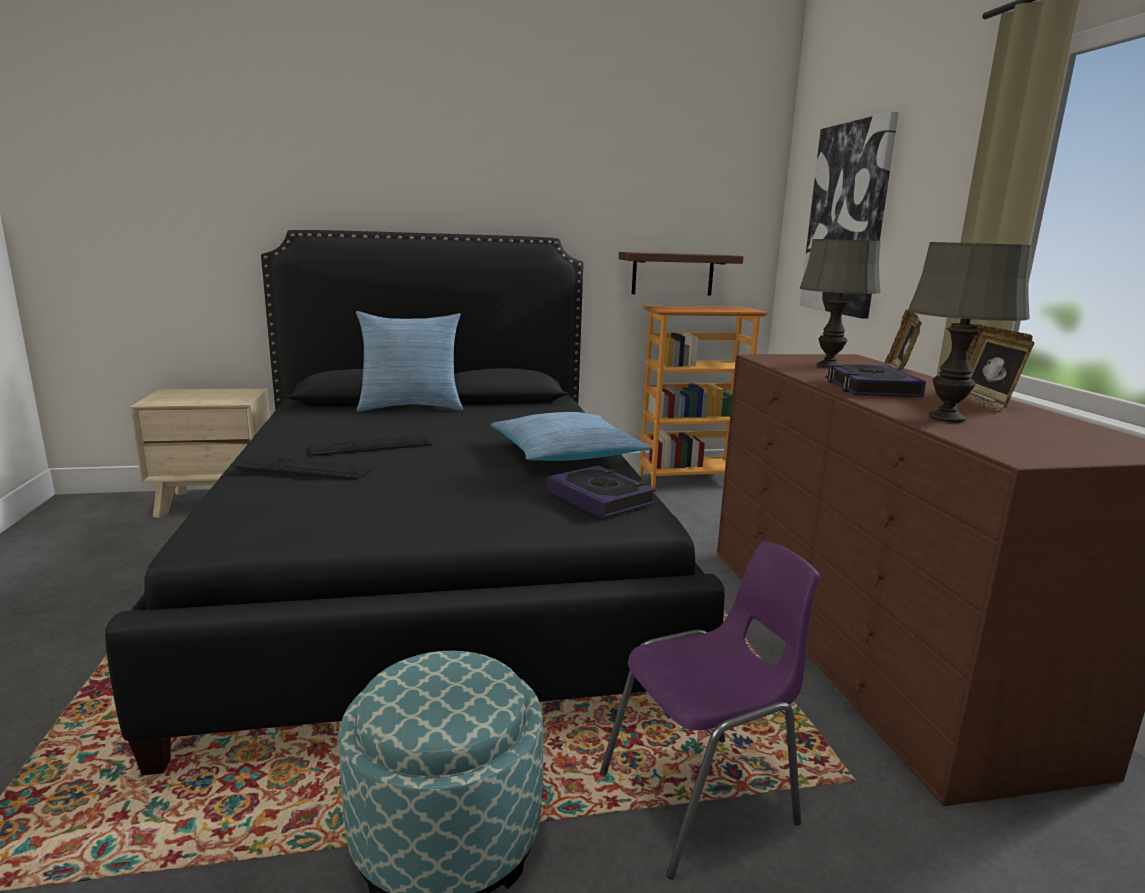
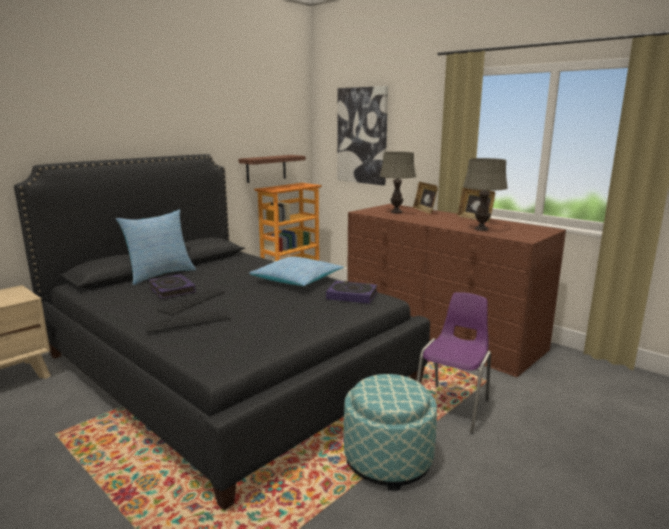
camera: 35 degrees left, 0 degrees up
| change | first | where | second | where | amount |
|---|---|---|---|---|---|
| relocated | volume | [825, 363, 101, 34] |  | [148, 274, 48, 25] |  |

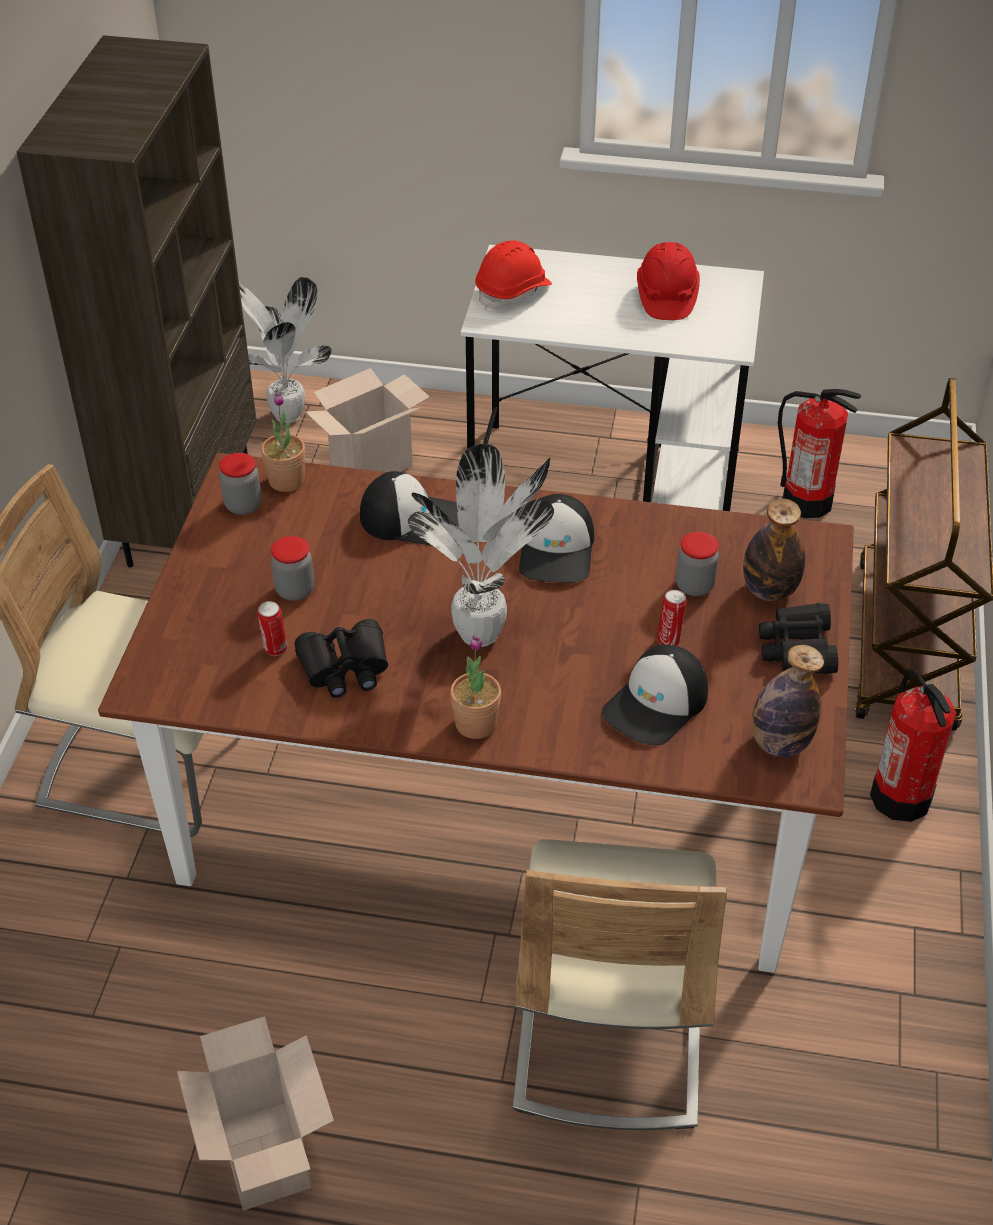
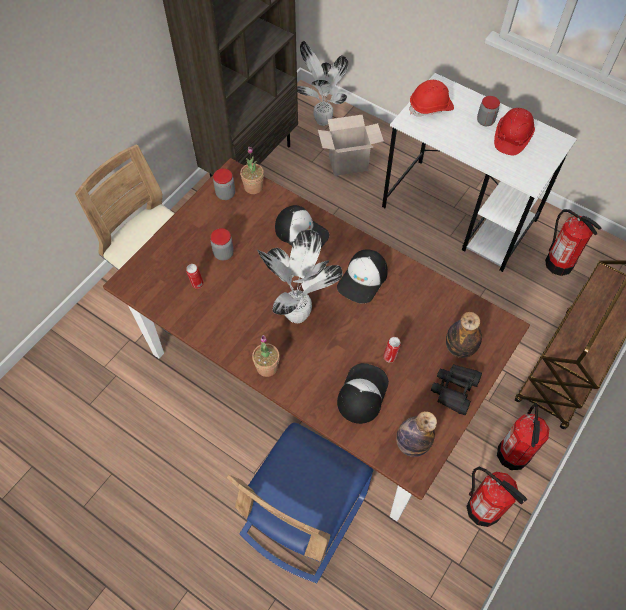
camera: 25 degrees right, 15 degrees up
| change | first | where | second | where | amount |
|---|---|---|---|---|---|
| missing | cardboard box | [177, 1016, 157, 195] |  |  |  |
| missing | black field glasses | [295, 619, 93, 79] |  |  |  |
| colour | beige-coloured plain chair | [513, 839, 214, 291] | bluish plain chair | [227, 423, 146, 160] |  |
| spun | baseball cap | [602, 645, 106, 100] |  | [337, 363, 52, 61] | 135 degrees clockwise |
| relocated | storage jar | [676, 532, 43, 64] |  | [477, 96, 23, 30] |  |
| appeared |  |  | fire extinguisher | [466, 467, 61, 60] |  |

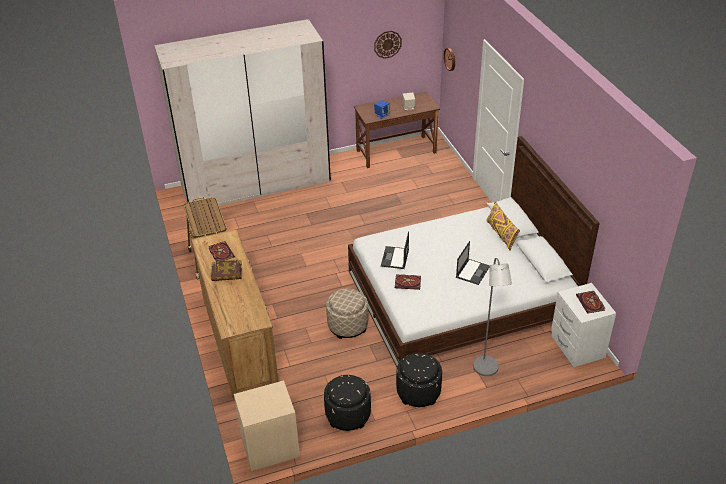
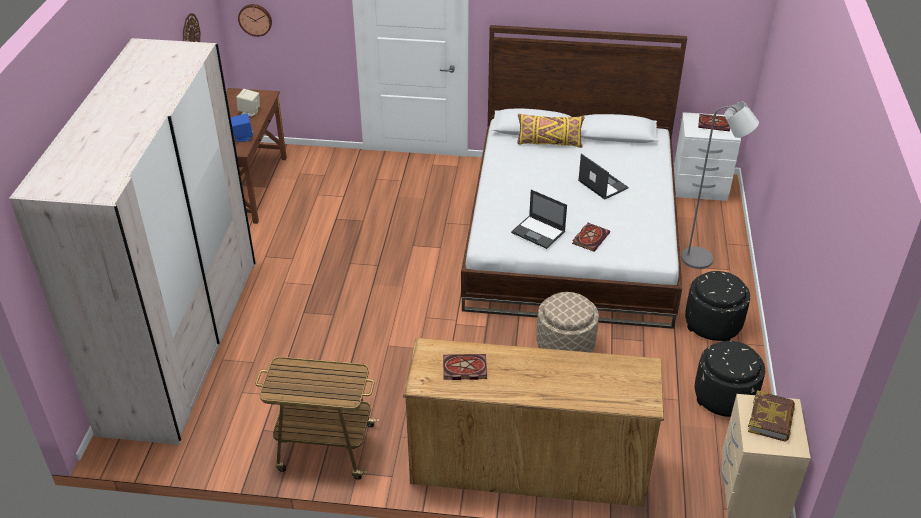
camera: 65 degrees left, 0 degrees up
| change | first | where | second | where | amount |
|---|---|---|---|---|---|
| relocated | volume | [211, 260, 31, 21] |  | [748, 390, 47, 52] |  |

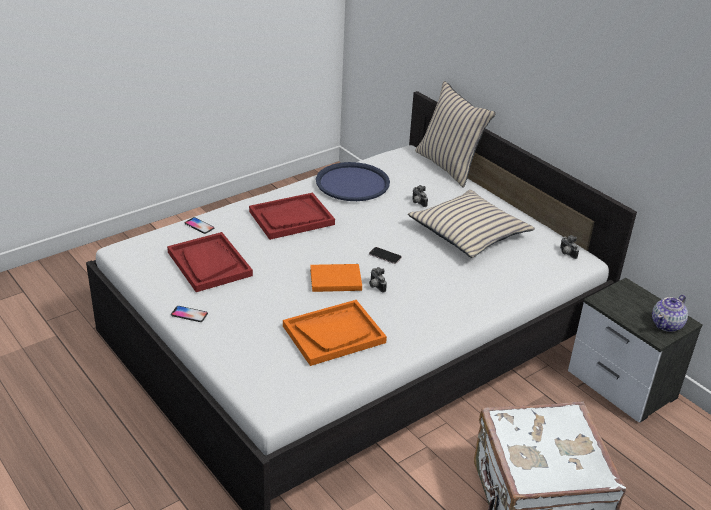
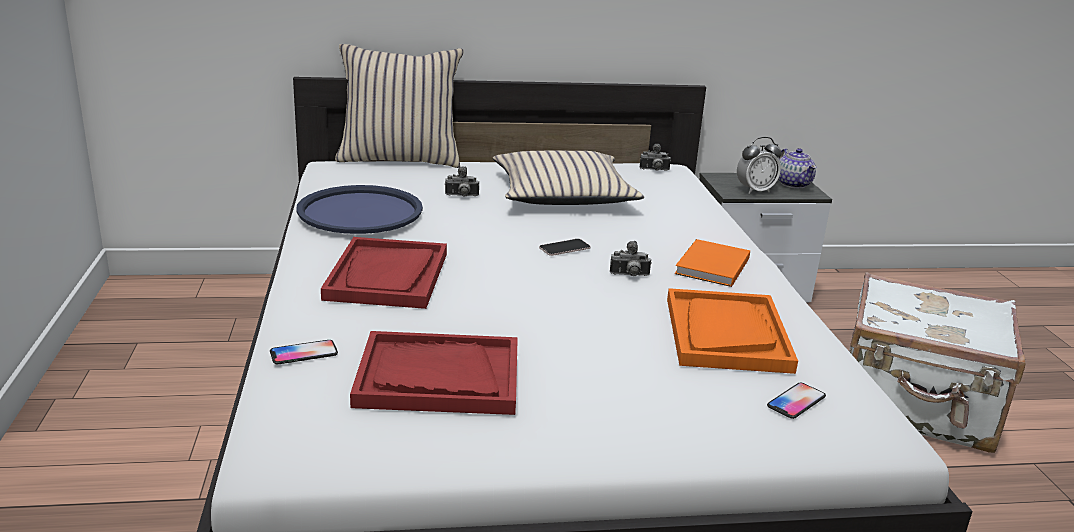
camera: 60 degrees left, 10 degrees down
| change | first | where | second | where | amount |
|---|---|---|---|---|---|
| relocated | telephone | [171, 306, 37, 16] |  | [767, 383, 59, 36] |  |
| relocated | orangey volume | [310, 264, 52, 28] |  | [675, 239, 75, 48] |  |
| appeared |  |  | alarm clock | [737, 137, 45, 57] |  |

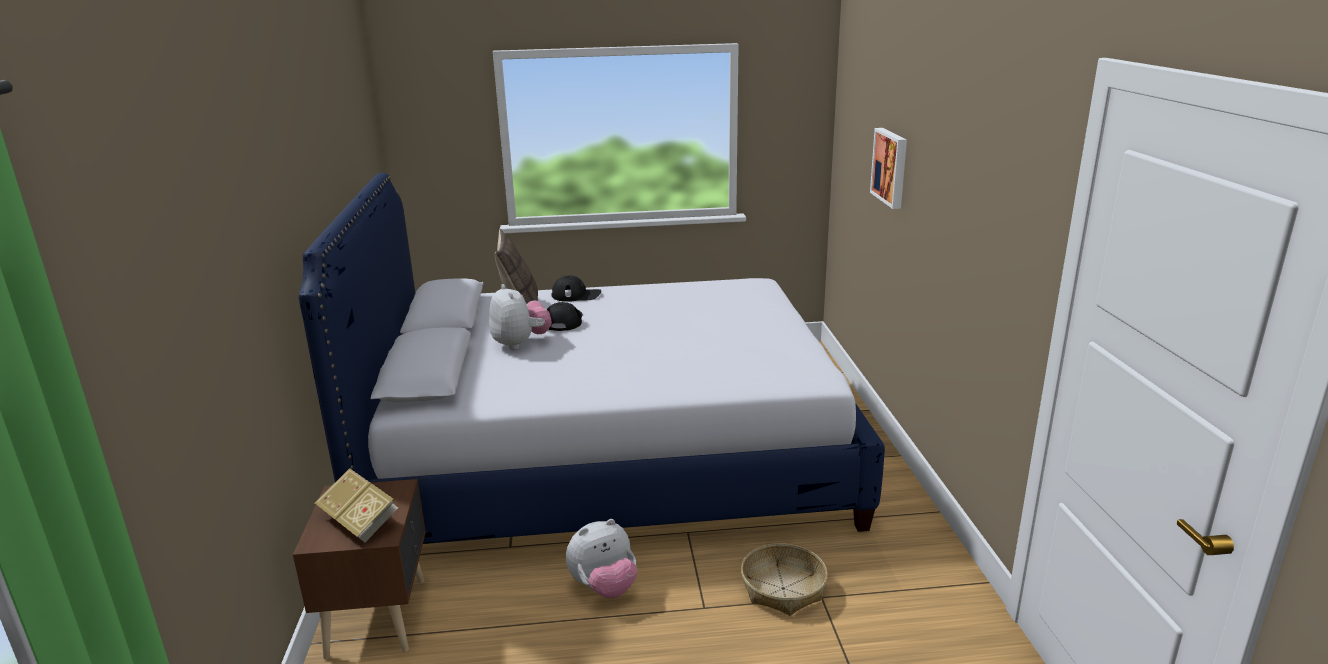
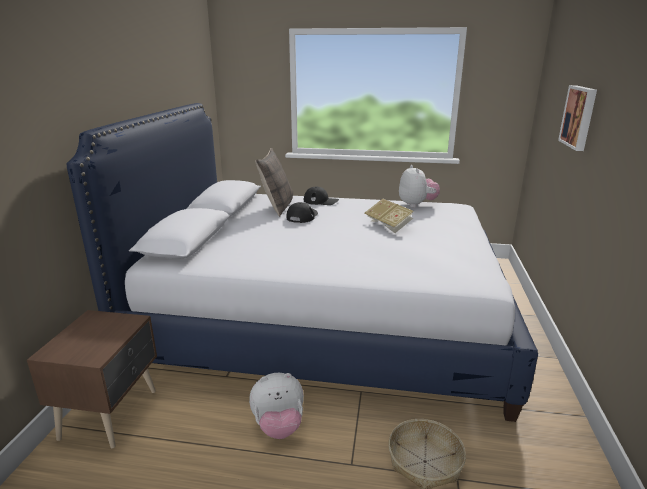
camera: 15 degrees right, 0 degrees up
| change | first | where | second | where | amount |
|---|---|---|---|---|---|
| relocated | volume | [315, 468, 83, 75] |  | [364, 199, 50, 34] |  |
| relocated | soft toy | [489, 284, 63, 66] |  | [399, 165, 41, 43] |  |

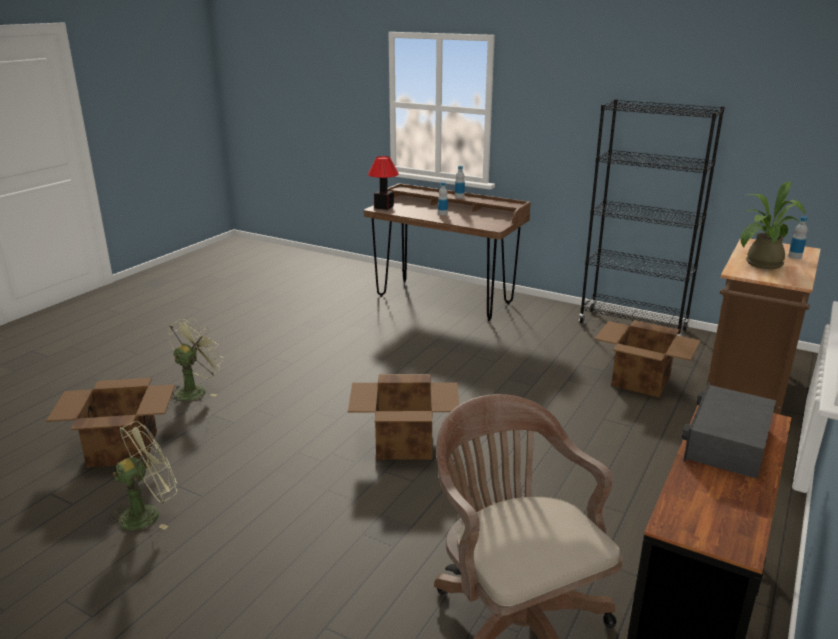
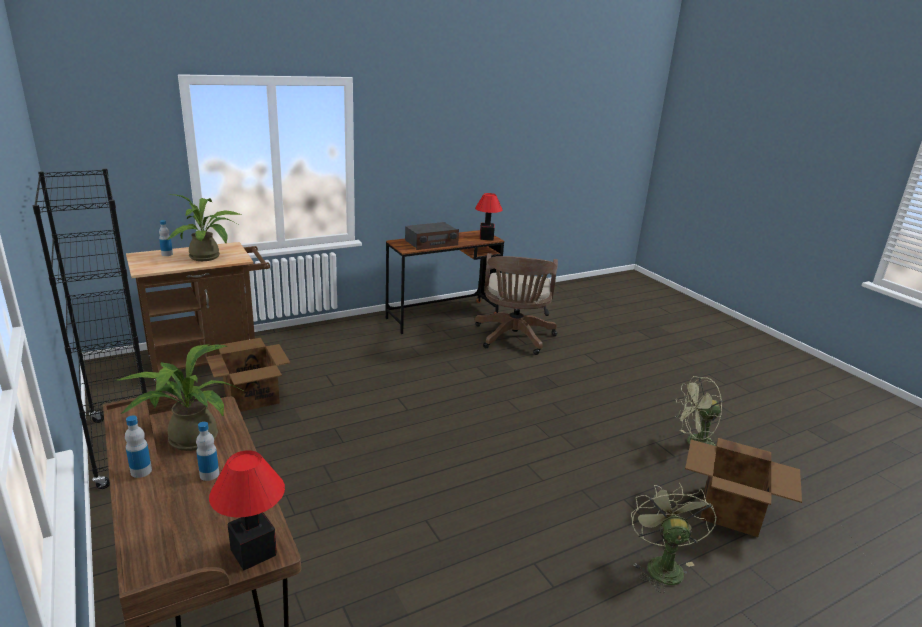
camera: 150 degrees left, 0 degrees up
| change | first | where | second | where | amount |
|---|---|---|---|---|---|
| spun | green electric fan | [168, 318, 56, 83] |  | [631, 483, 86, 110] | 120 degrees clockwise |
| missing | cardboard box | [348, 374, 112, 86] |  |  |  |
| appeared |  |  | houseplant | [117, 344, 126, 107] |  |
| appeared |  |  | lamp for a table | [475, 193, 28, 48] |  |

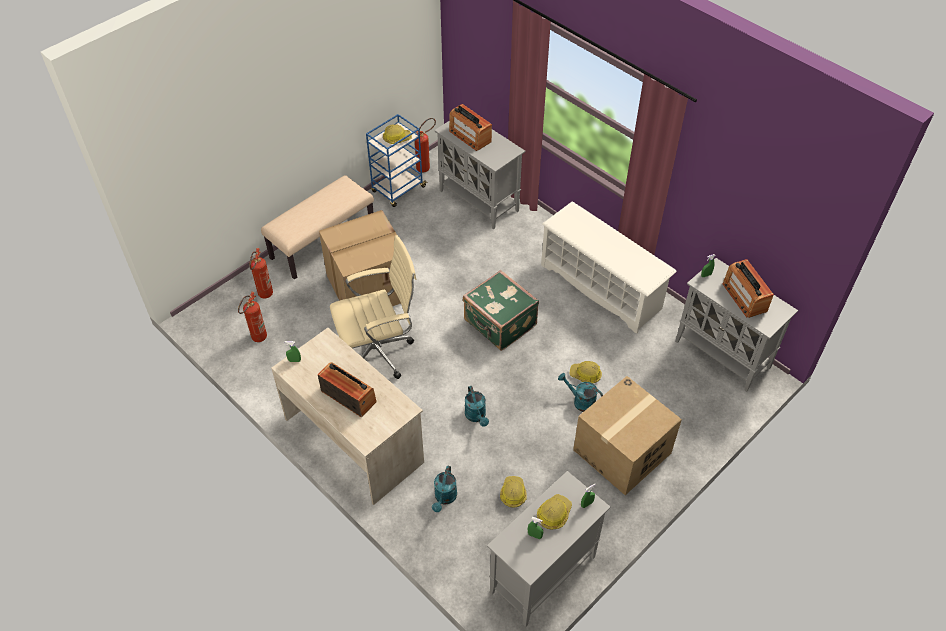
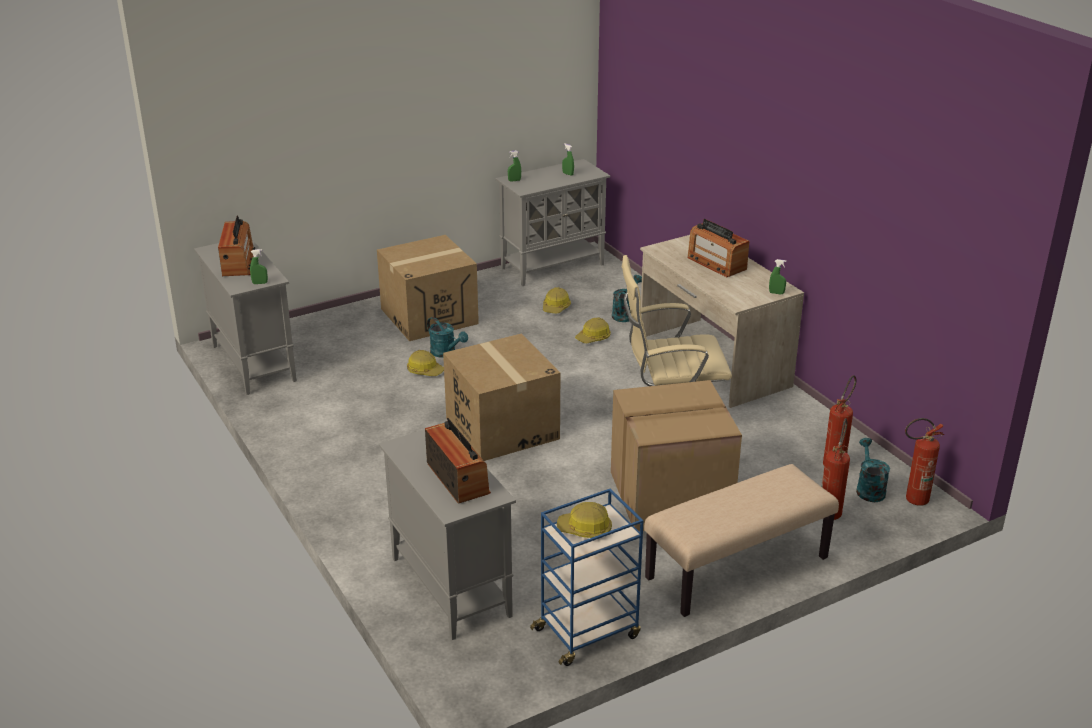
camera: 165 degrees left, 20 degrees down
| change | first | where | second | where | amount |
|---|---|---|---|---|---|
| relocated | fire extinguisher | [414, 118, 22, 54] |  | [905, 418, 39, 88] |  |
| exchanged | green travel case | [463, 270, 76, 81] | cardboard box | [443, 333, 117, 128] |  |
| relocated | blue-green watering can | [465, 386, 24, 41] |  | [856, 438, 34, 64] |  |
| relocated | work helmet | [537, 494, 35, 36] |  | [575, 317, 36, 26] |  |
| missing | white-coloured shoe rack | [541, 201, 136, 133] |  |  |  |

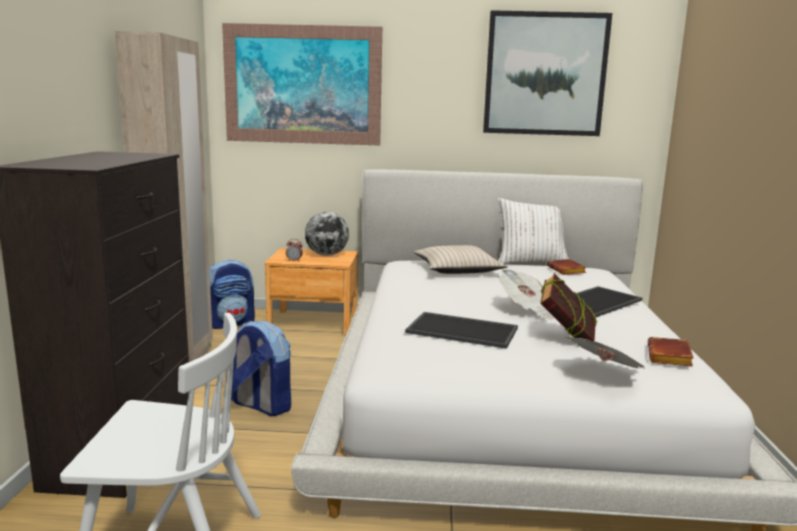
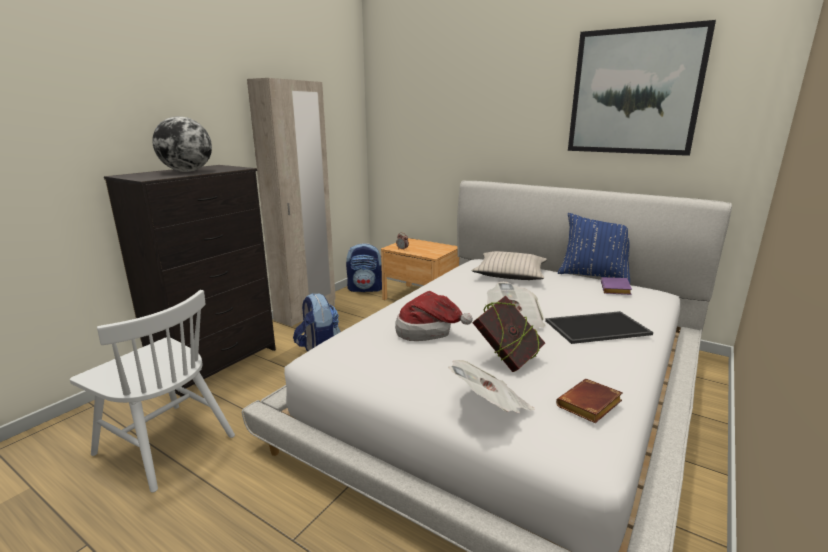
camera: 30 degrees right, 5 degrees up
| change | first | where | second | where | amount |
|---|---|---|---|---|---|
| missing | wall picture | [222, 23, 160, 122] |  |  |  |
| relocated | world globe | [305, 212, 44, 44] |  | [152, 116, 60, 56] |  |
| exchanged | tray | [405, 312, 113, 37] | clothing hat | [395, 291, 78, 50] |  |
| colour | white-coloured cushion | [498, 198, 70, 66] | bluish cushion | [558, 213, 72, 70] |  |
| colour | brown-coloured volume | [547, 259, 39, 16] | purplish volume | [601, 277, 31, 18] |  |

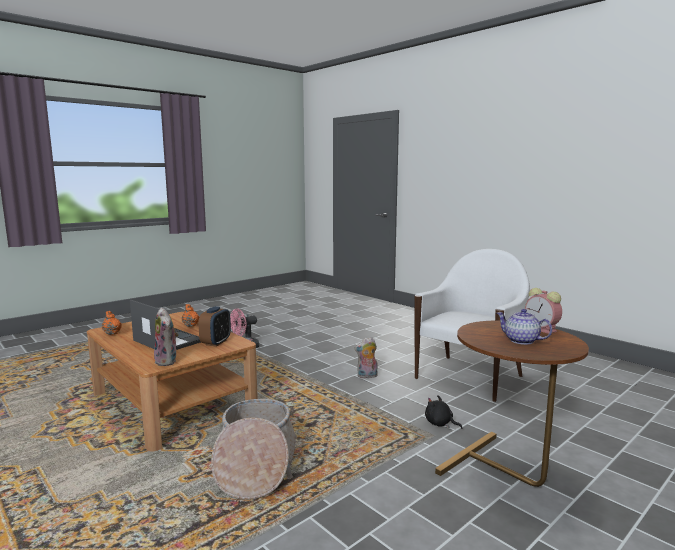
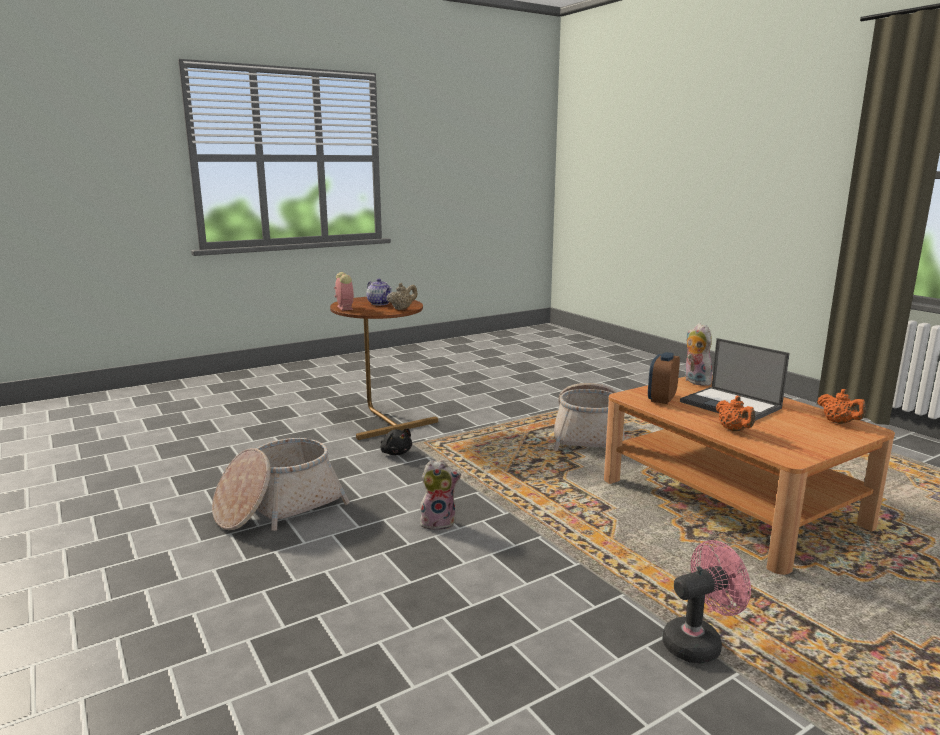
camera: 170 degrees left, 5 degrees up
| change | first | where | second | where | amount |
|---|---|---|---|---|---|
| exchanged | white-coloured lounge chair | [414, 249, 116, 153] | basket | [212, 438, 138, 93] |  |
| appeared |  |  | beige-coloured tea pot | [387, 283, 31, 27] |  |

